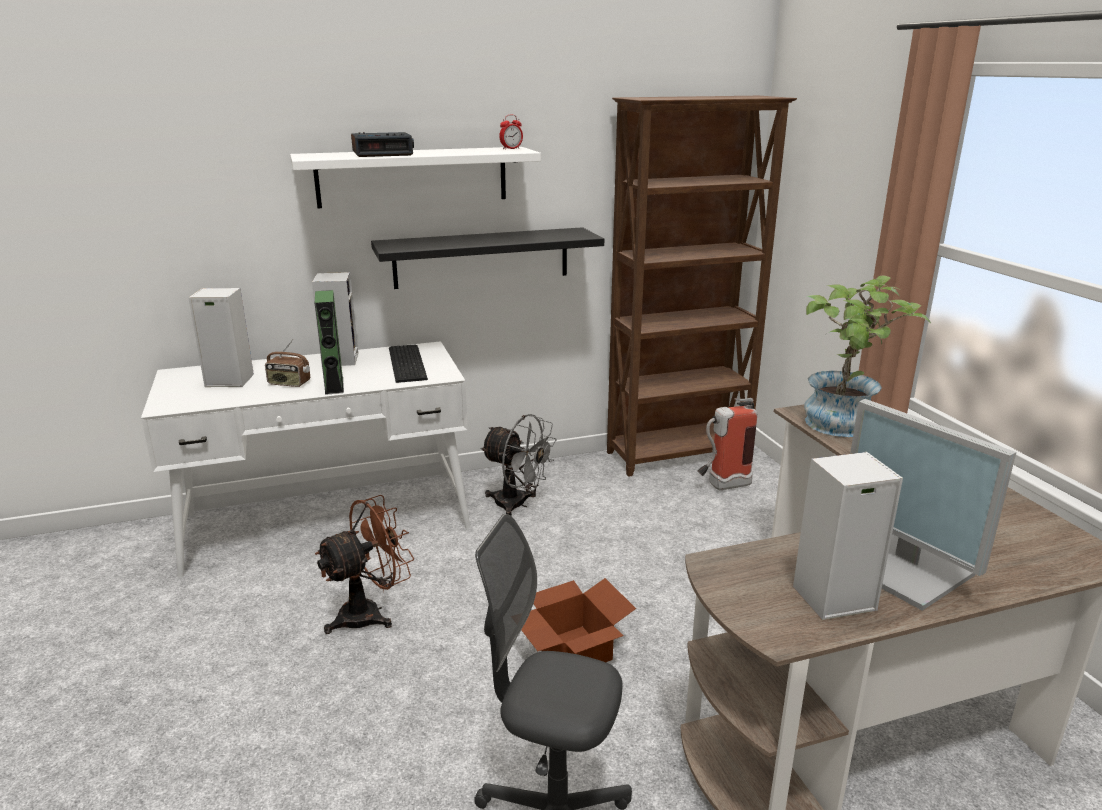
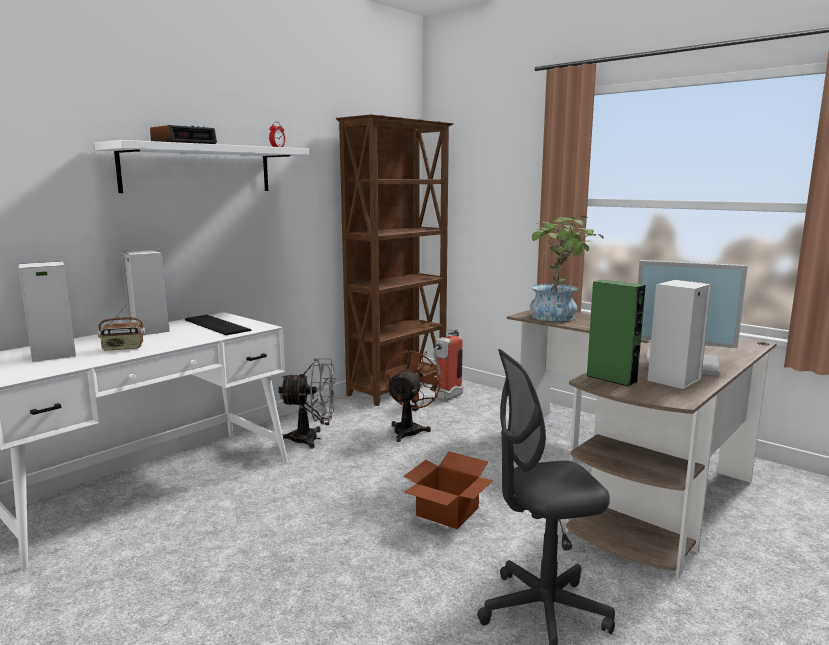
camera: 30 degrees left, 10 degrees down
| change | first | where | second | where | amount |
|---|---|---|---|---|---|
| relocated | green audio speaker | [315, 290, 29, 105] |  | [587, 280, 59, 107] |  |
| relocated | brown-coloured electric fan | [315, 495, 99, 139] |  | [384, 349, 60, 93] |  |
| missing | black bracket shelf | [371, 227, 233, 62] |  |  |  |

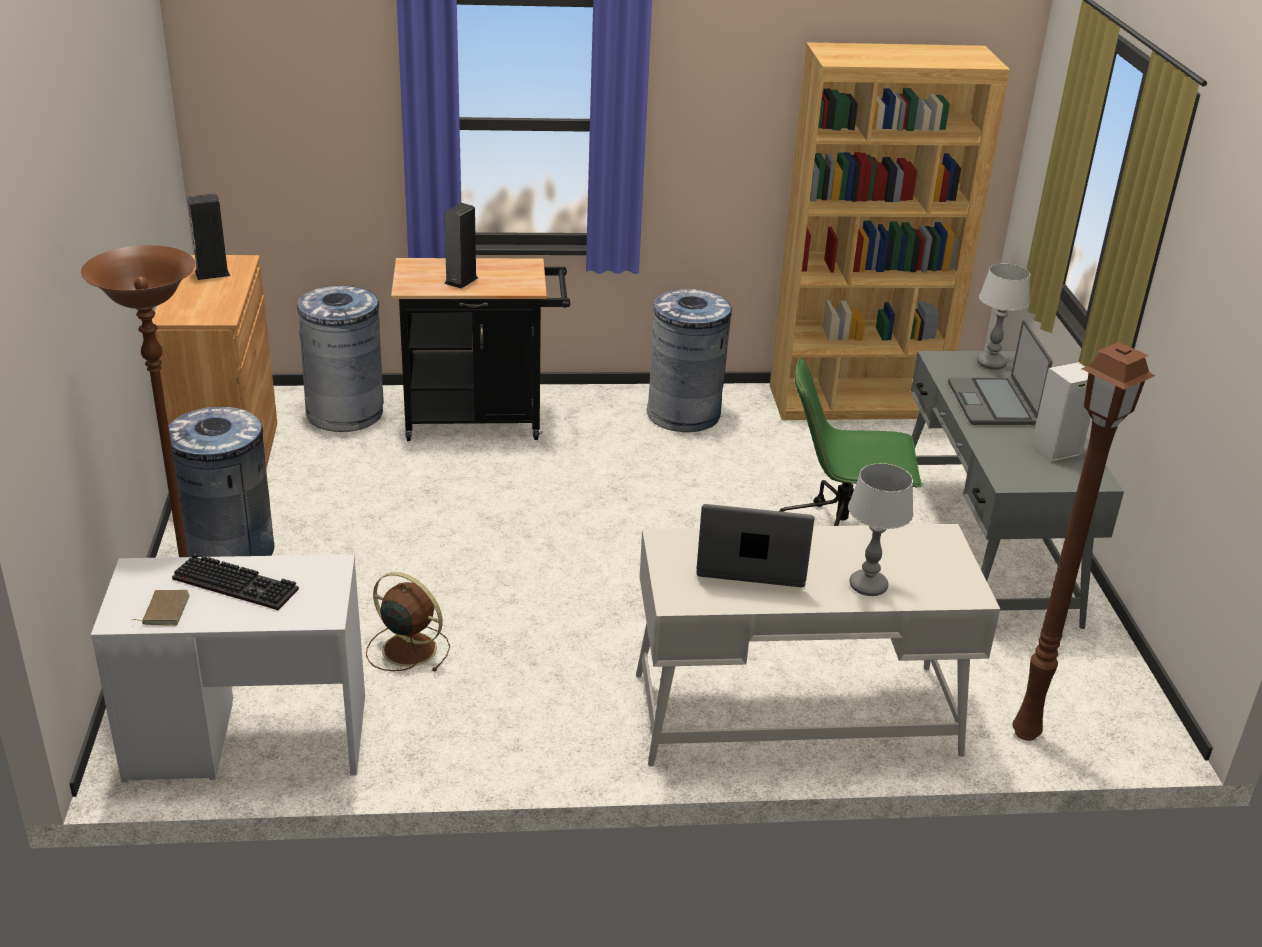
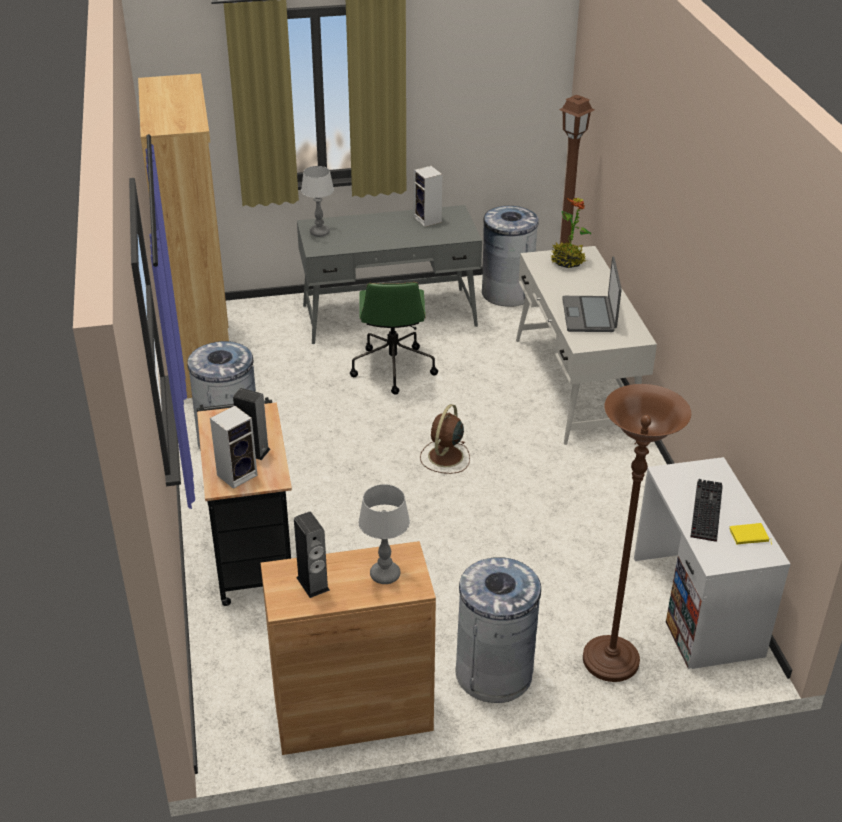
camera: 95 degrees left, 5 degrees up
| change | first | where | second | where | amount |
|---|---|---|---|---|---|
| colour | brown-coloured volume | [133, 590, 57, 36] | yellow volume | [729, 523, 43, 22] |  |
| relocated | grey trash can | [297, 286, 87, 146] |  | [482, 206, 57, 101] |  |
| relocated | brown-coloured electric fan | [366, 572, 84, 99] |  | [420, 404, 50, 70] |  |
| relocated | lamp for a table | [848, 463, 66, 133] |  | [358, 484, 52, 100] |  |
| missing | notebook computer | [948, 320, 105, 105] |  |  |  |
| appeared |  |  | audio speaker | [210, 406, 48, 83] |  |
| appeared |  |  | houseplant | [550, 198, 41, 70] |  |

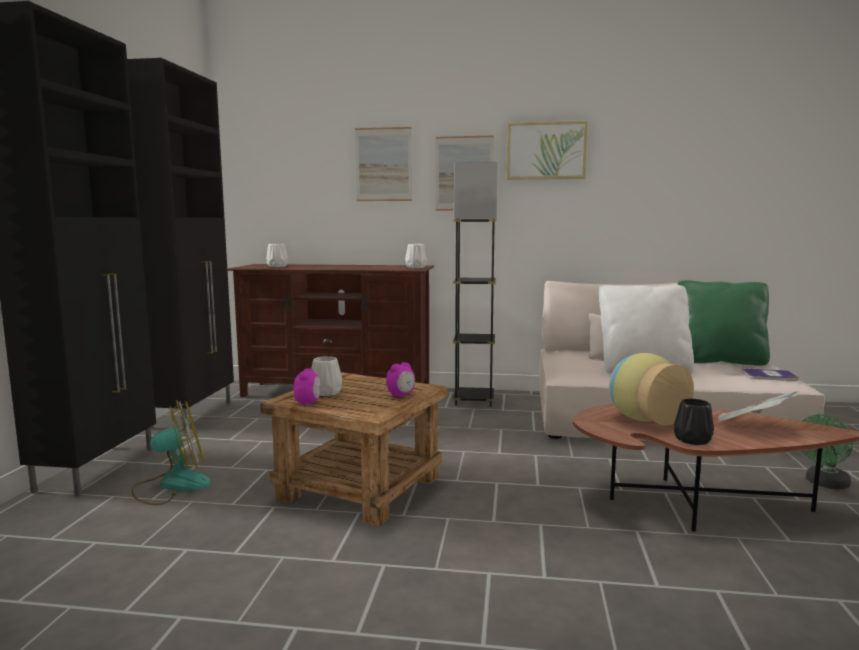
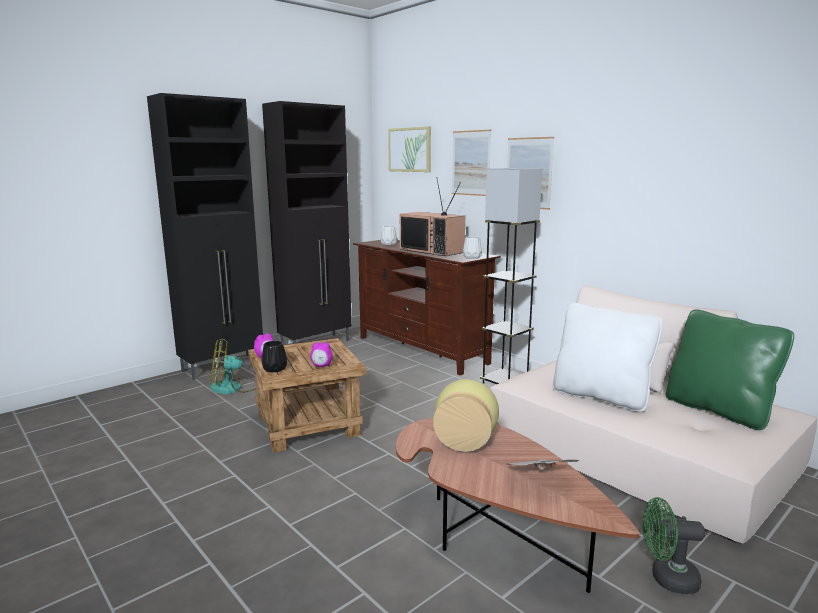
camera: 40 degrees right, 5 degrees up
| change | first | where | second | where | amount |
|---|---|---|---|---|---|
| spun | electric fan | [131, 400, 80, 105] |  | [211, 338, 46, 56] | 150 degrees clockwise |
| missing | white-coloured flower vase | [311, 356, 31, 40] |  |  |  |
| relocated | wall picture | [506, 120, 82, 60] |  | [388, 126, 43, 46] |  |
| relocated | black flower vase | [674, 399, 40, 46] |  | [261, 341, 26, 31] |  |
| missing | volume | [741, 368, 58, 13] |  |  |  |
| appeared |  |  | TV | [400, 177, 65, 79] |  |

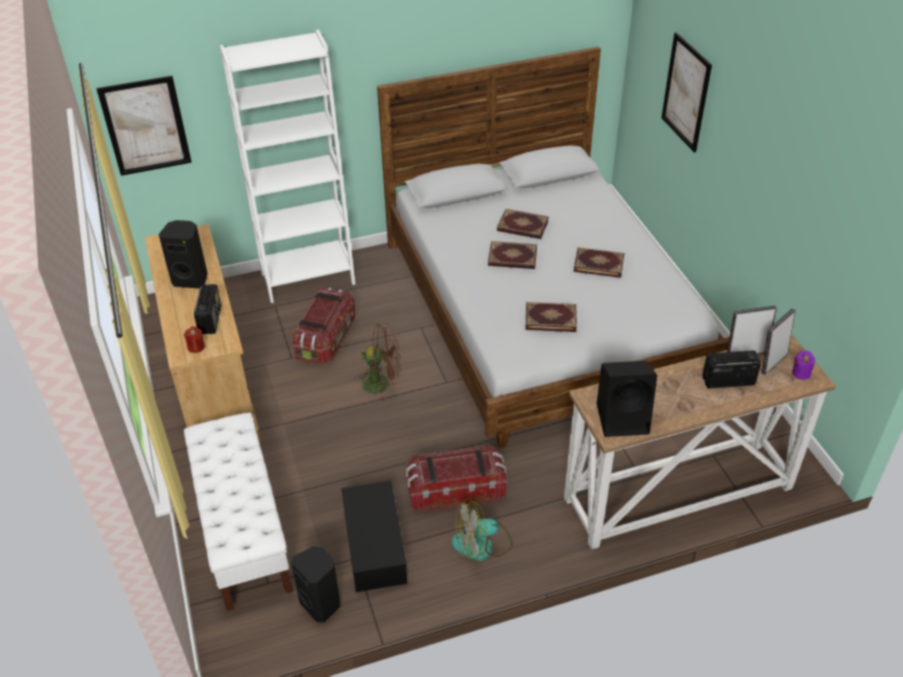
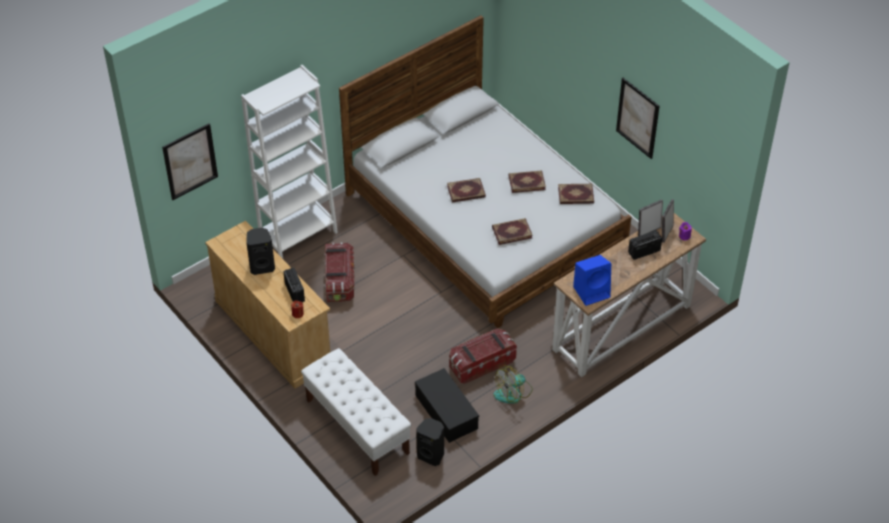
camera: 20 degrees left, 5 degrees up
| change | first | where | second | where | amount |
|---|---|---|---|---|---|
| missing | brown-coloured electric fan | [355, 323, 45, 79] |  |  |  |
| relocated | volume | [497, 209, 52, 30] |  | [558, 184, 36, 20] |  |
| colour | black audio speaker | [597, 361, 60, 76] | bluish audio speaker | [573, 255, 38, 51] |  |
| relocated | wall picture | [661, 32, 51, 121] |  | [616, 78, 44, 81] |  |

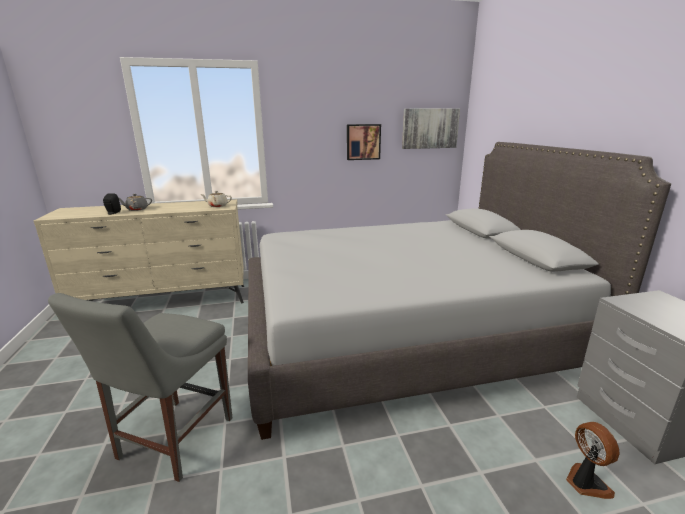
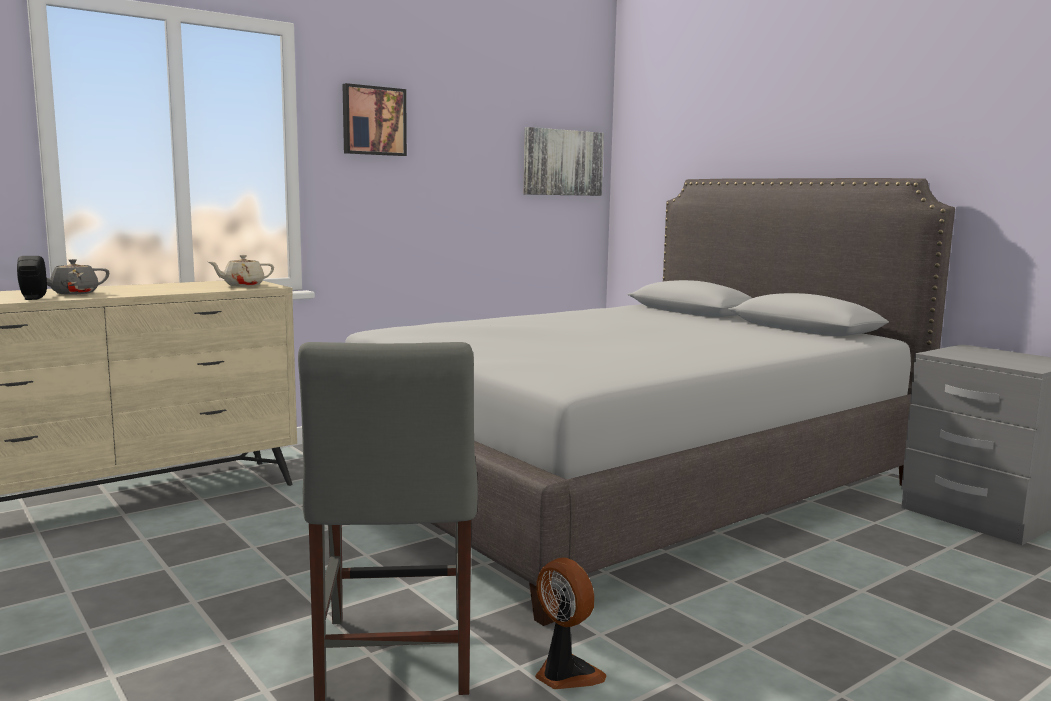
camera: 25 degrees left, 10 degrees down
| change | first | where | second | where | amount |
|---|---|---|---|---|---|
| relocated | wall picture | [347, 124, 34, 36] |  | [342, 83, 65, 73] |  |
| relocated | electric fan | [566, 422, 53, 77] |  | [535, 557, 72, 132] |  |

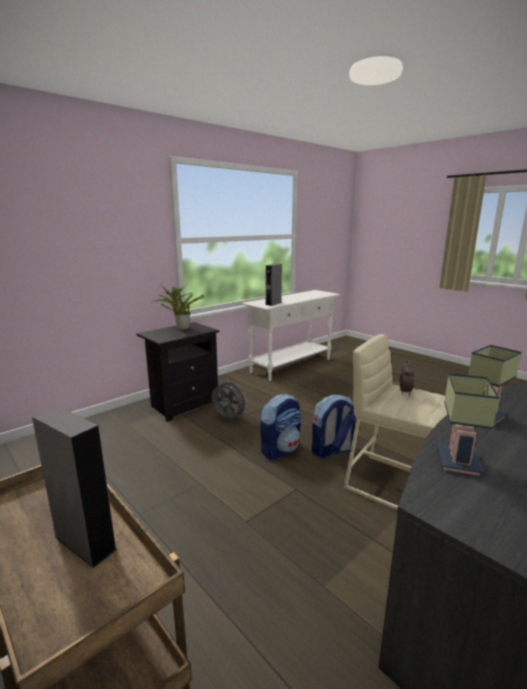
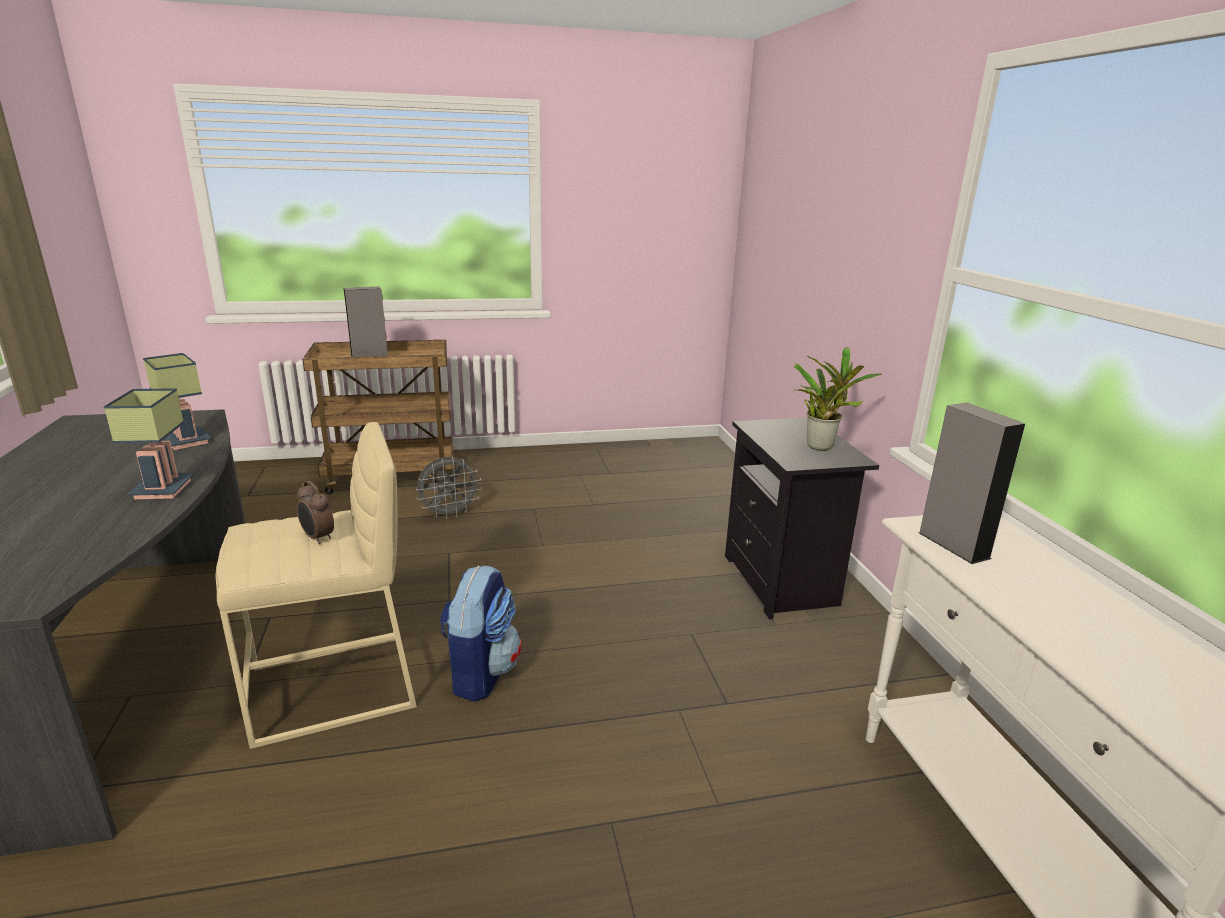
camera: 120 degrees right, 5 degrees up
| change | first | where | second | where | amount |
|---|---|---|---|---|---|
| relocated | grey electric fan | [211, 380, 37, 39] |  | [416, 457, 66, 62] |  |
| missing | backpack | [260, 394, 42, 66] |  |  |  |

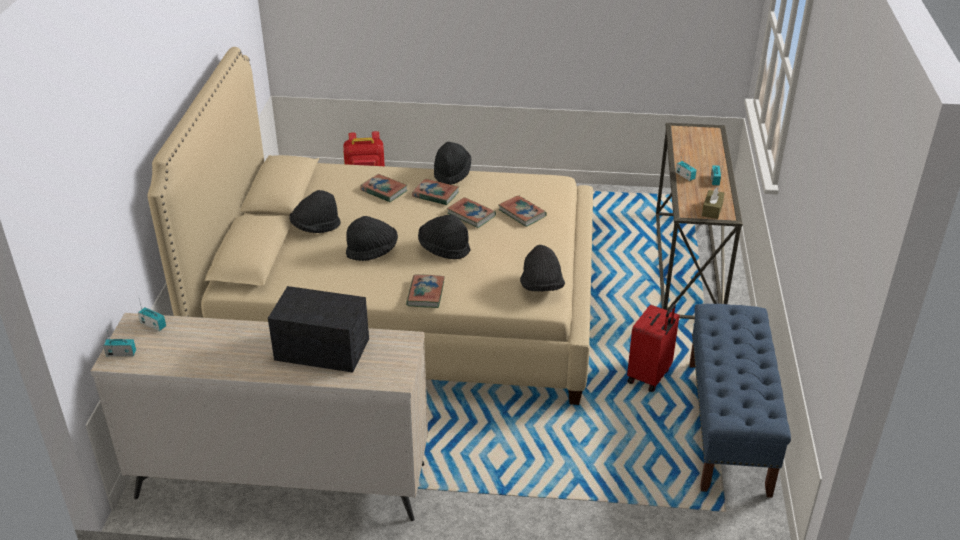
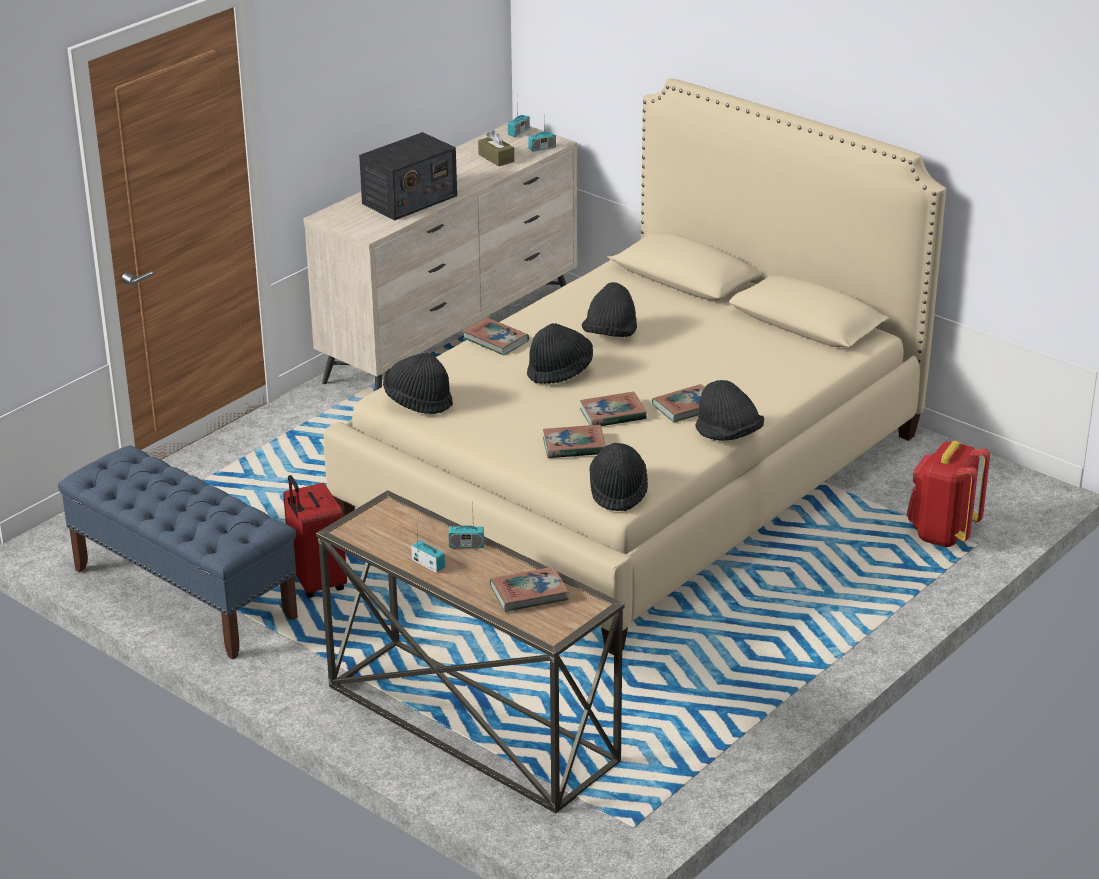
camera: 125 degrees right, 5 degrees down
| change | first | where | second | where | amount |
|---|---|---|---|---|---|
| relocated | black clothing hat | [289, 190, 52, 43] |  | [589, 443, 59, 68] |  |
| relocated | volume | [360, 174, 48, 28] |  | [490, 567, 79, 45] |  |
| relocated | brown-coloured tissue holder | [702, 187, 23, 32] |  | [478, 130, 36, 36] |  |

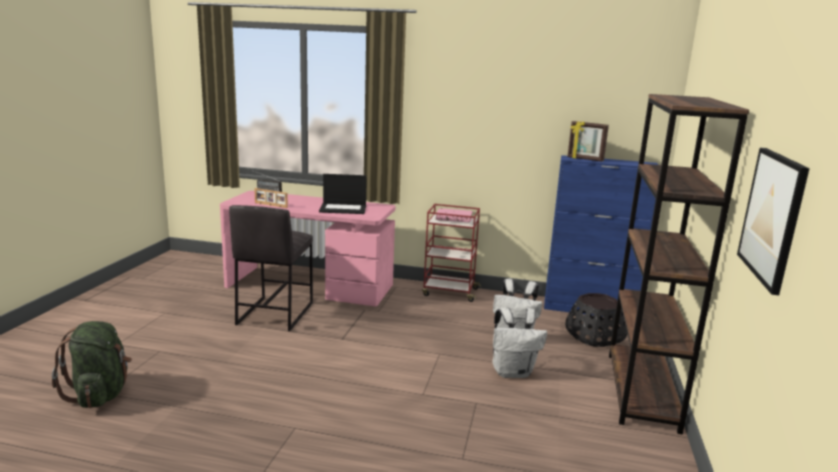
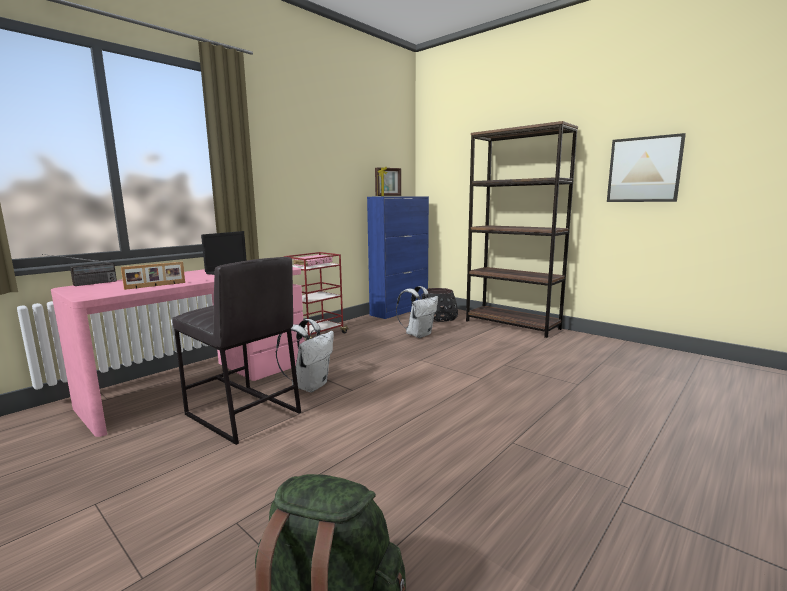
camera: 60 degrees left, 5 degrees down
| change | first | where | second | where | amount |
|---|---|---|---|---|---|
| relocated | white-coloured backpack | [492, 307, 55, 71] |  | [276, 319, 58, 73] |  |

